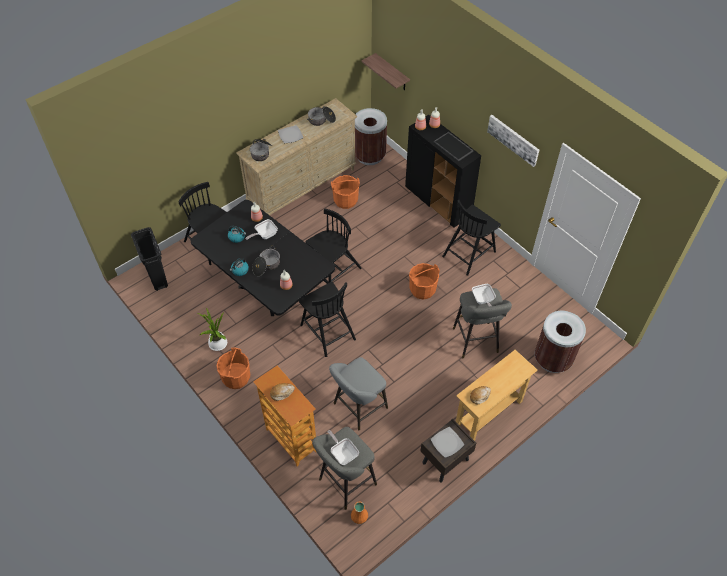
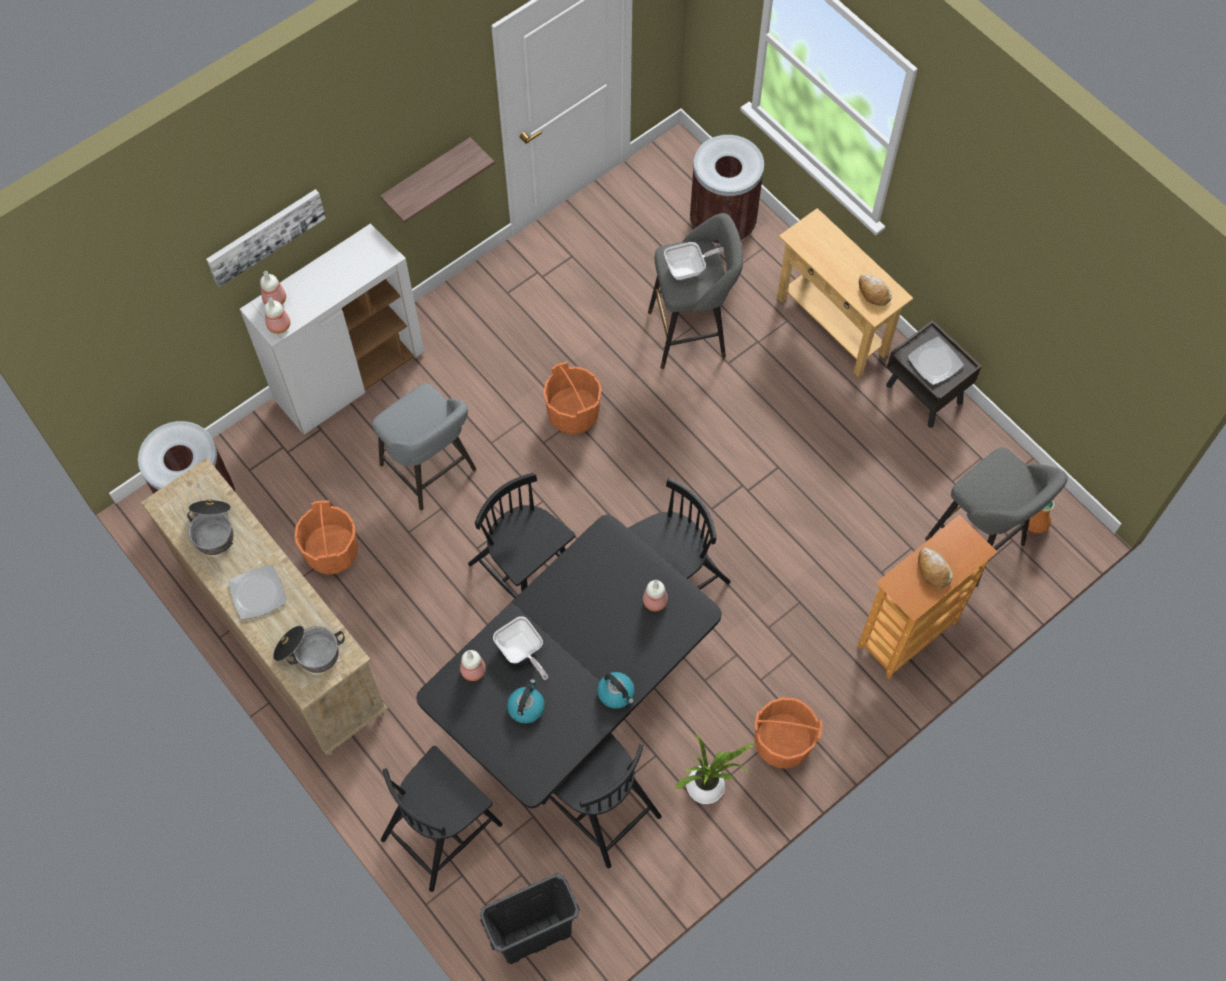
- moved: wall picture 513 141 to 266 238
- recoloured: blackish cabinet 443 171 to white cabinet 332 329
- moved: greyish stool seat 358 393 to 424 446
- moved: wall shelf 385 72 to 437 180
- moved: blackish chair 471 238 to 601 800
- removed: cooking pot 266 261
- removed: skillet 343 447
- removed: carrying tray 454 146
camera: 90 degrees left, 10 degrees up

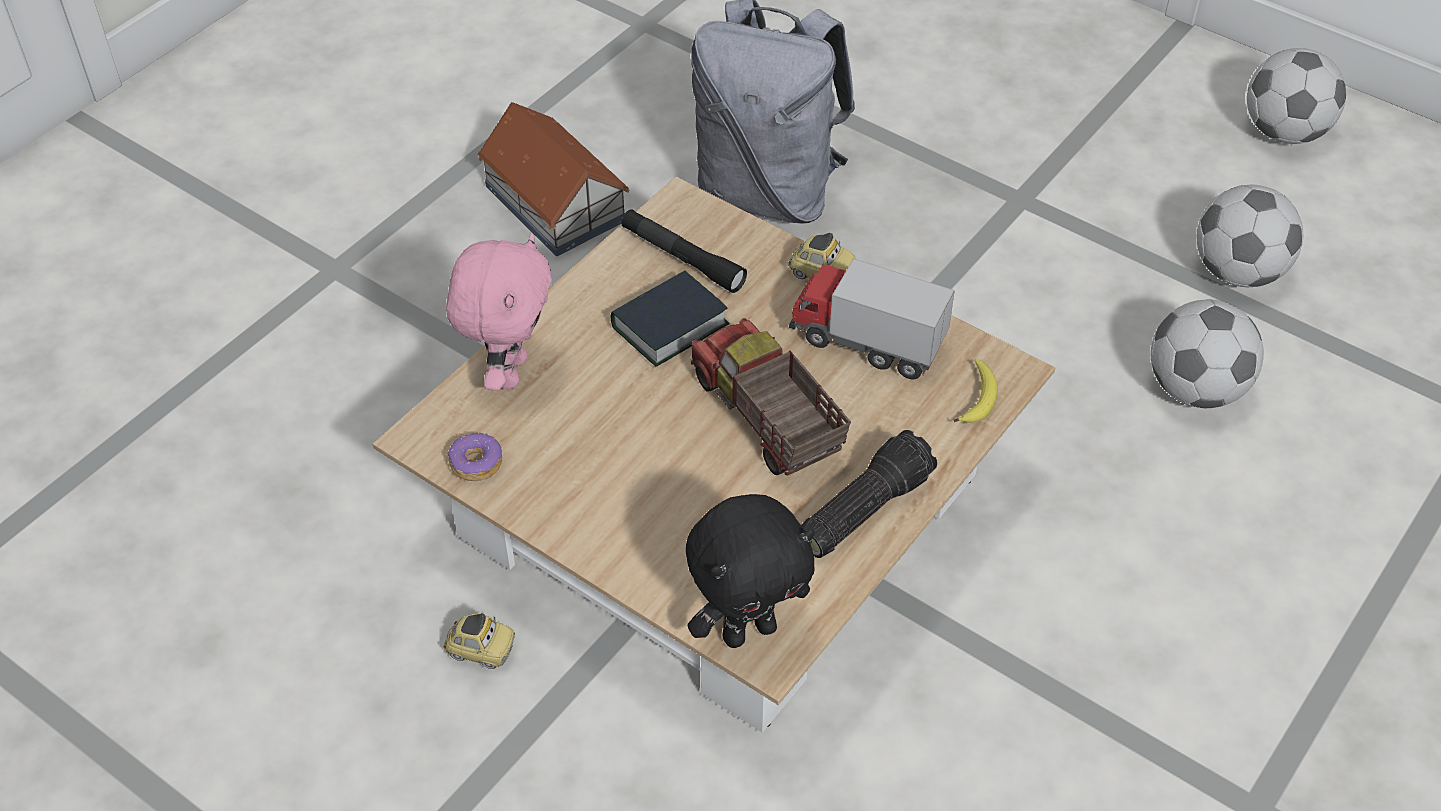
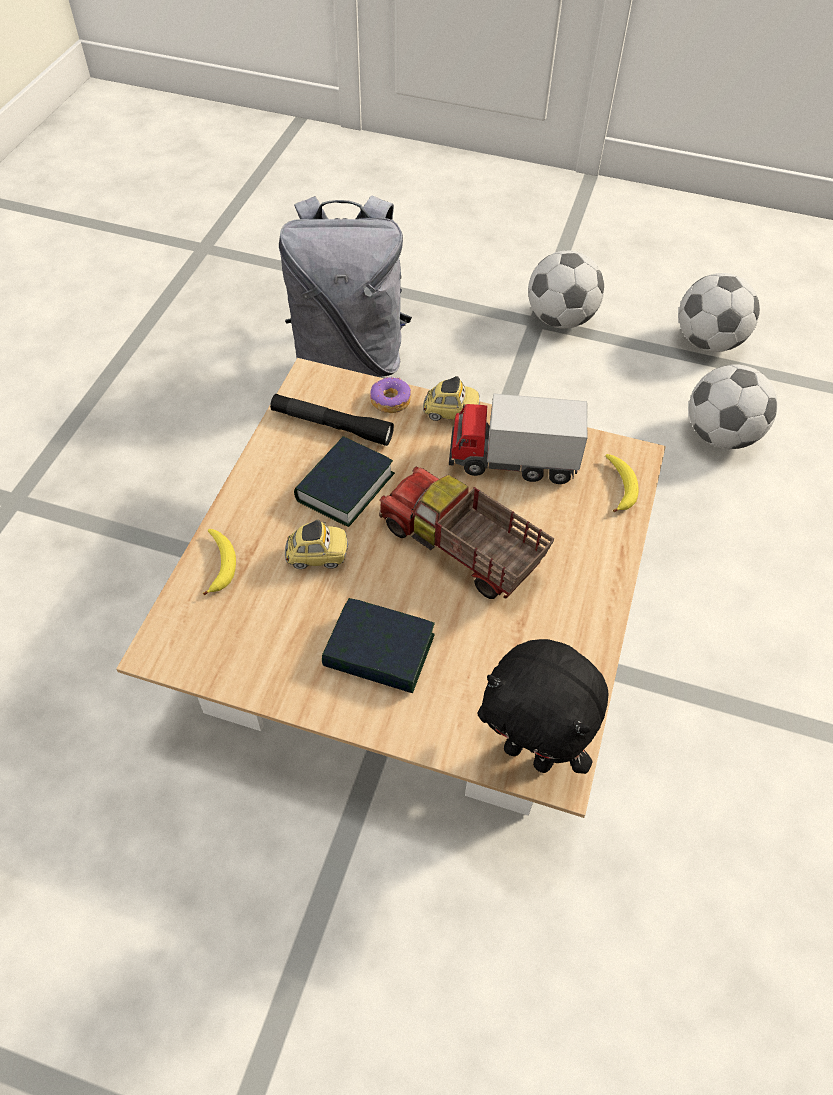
- replaced: pink cuddly toy 499 312 to banana fruit 219 562
- moved: model car 479 641 to 316 544
- added: bound book 378 645
- moved: doughnut 474 456 to 390 395
- turned: blackish cuddly toy 750 571 = 543 706 75 degrees clockwise
- moved: football ball 1296 96 to 566 289
- removed: model house 553 179
- removed: hand torch 869 494
camera: 20 degrees left, 5 degrees up

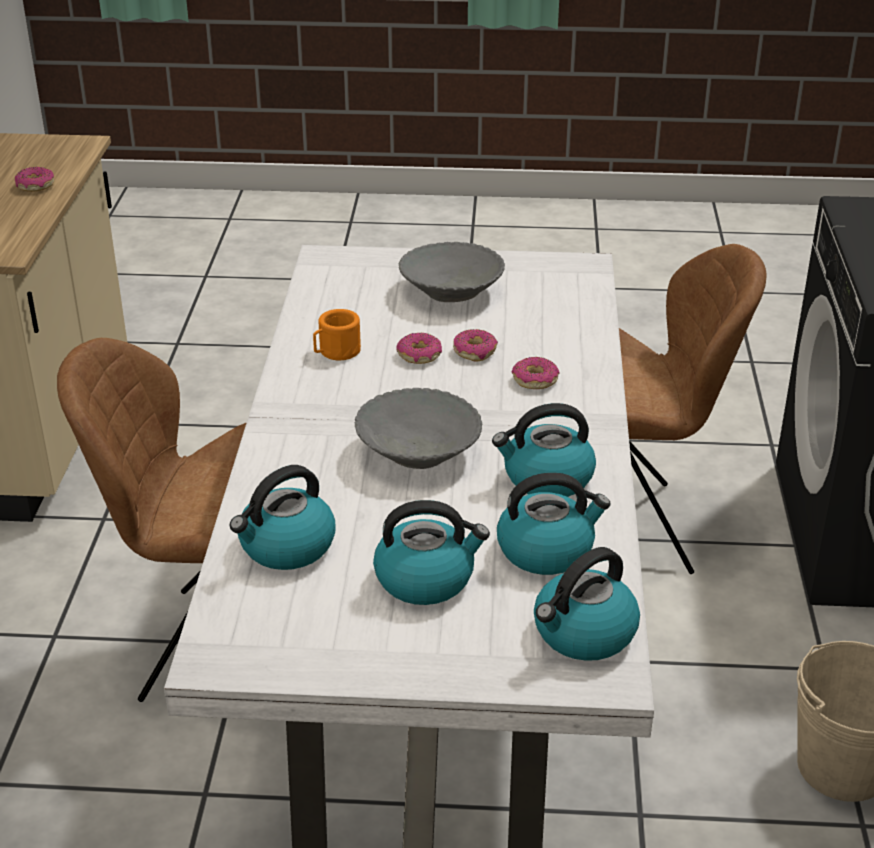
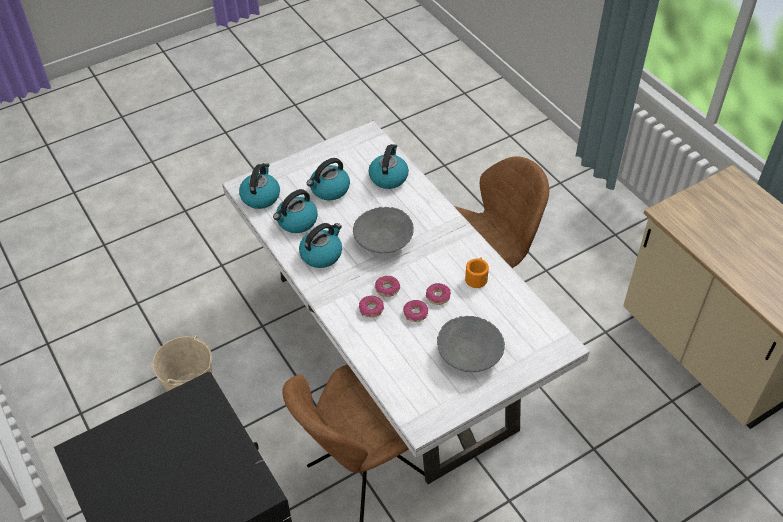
- moved: doughnut 34 179 to 387 286
camera: 145 degrees right, 15 degrees up

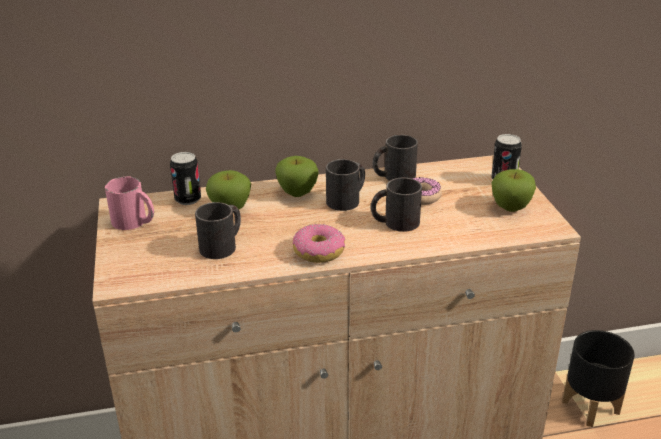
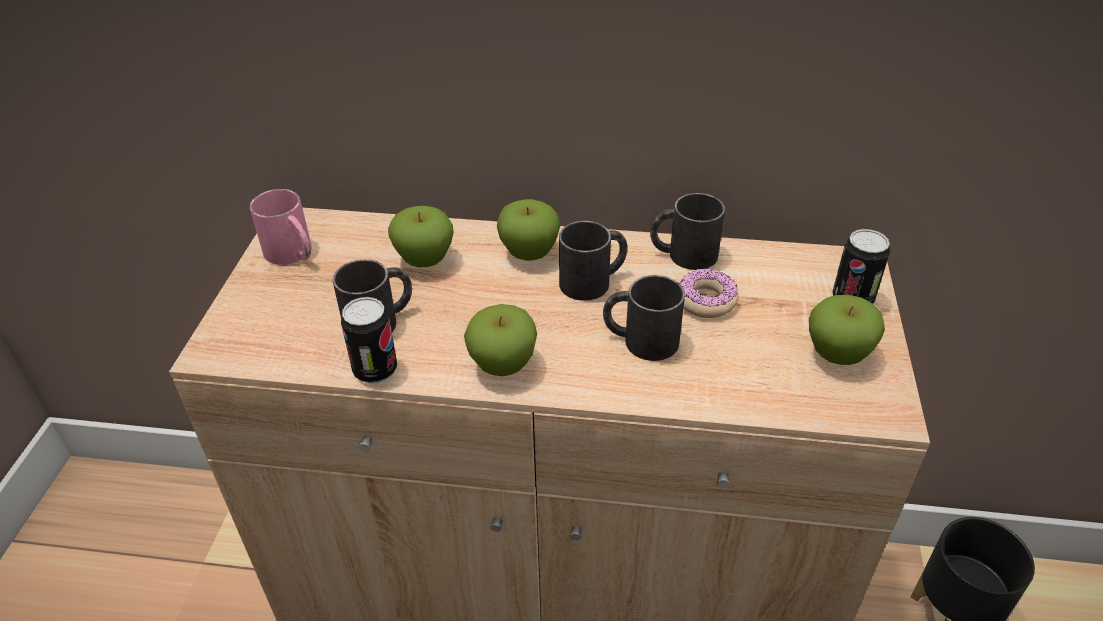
- moved: metal can 185 178 to 369 340
- replaced: doughnut 319 243 to apple 500 340
camera: 20 degrees right, 10 degrees up

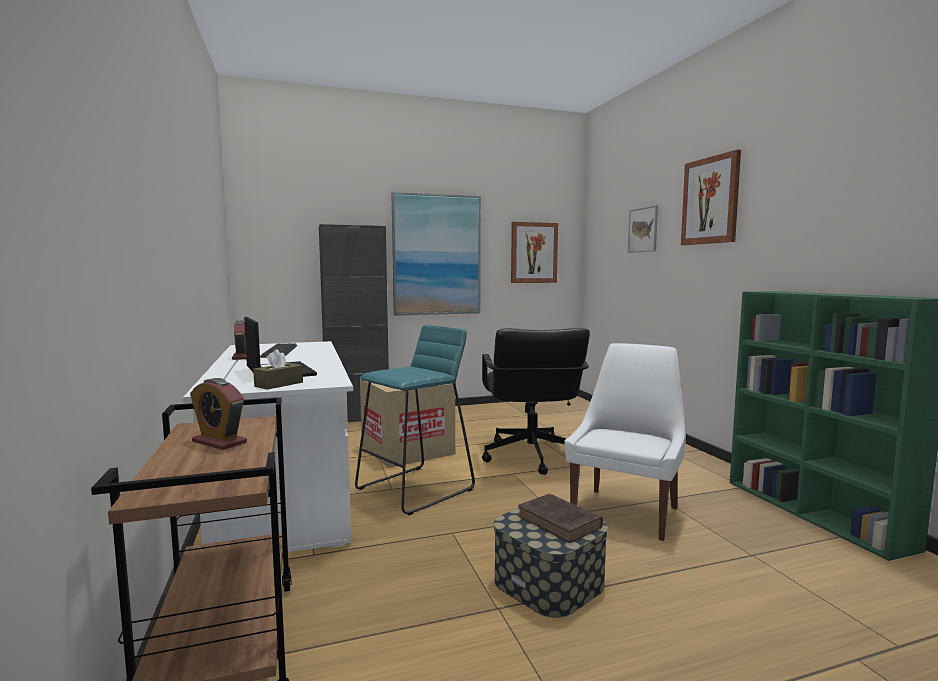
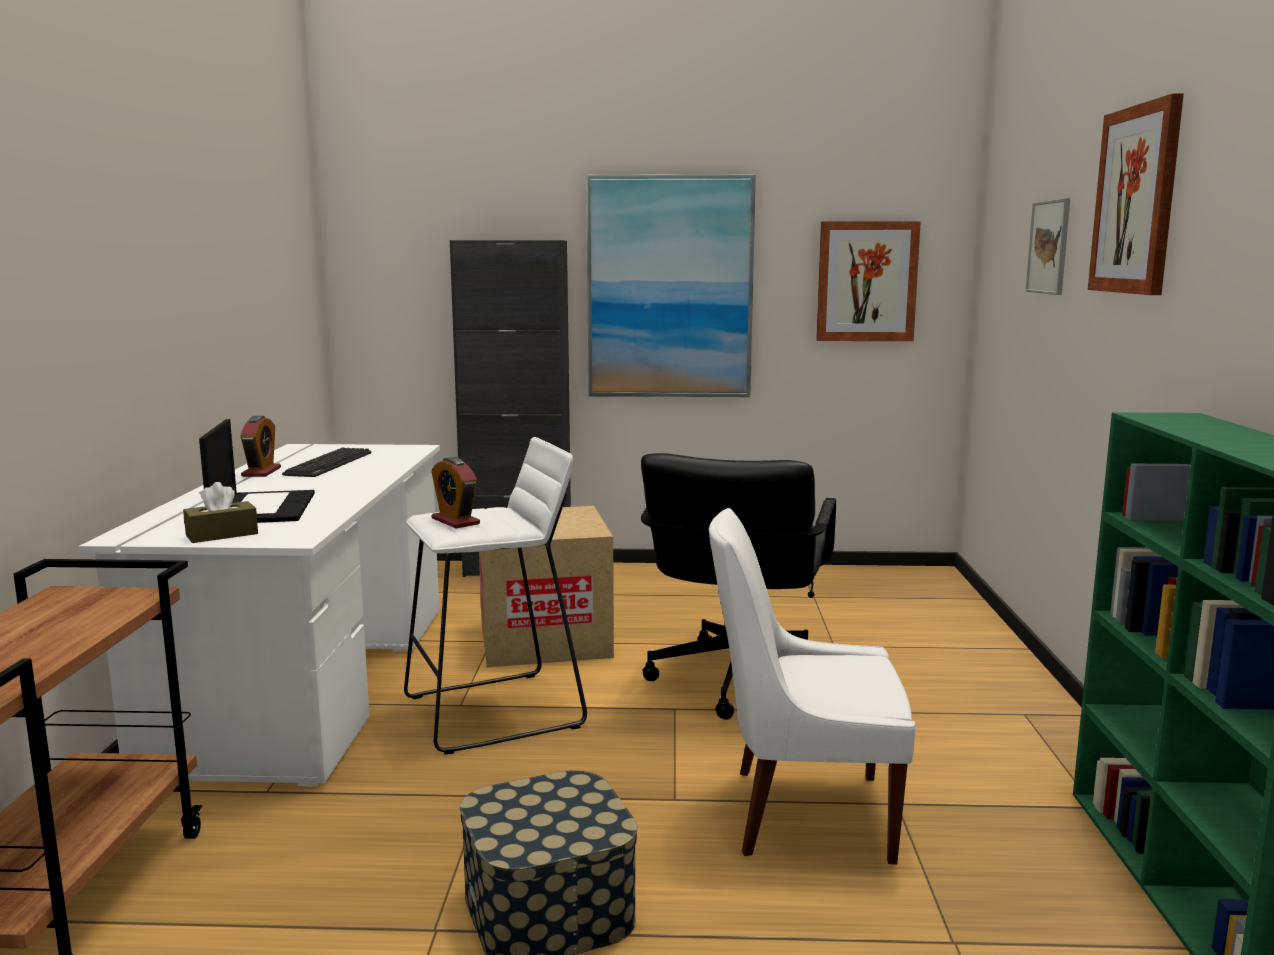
- recoloured: turquoise-coloured stool seat 415 420 to white stool seat 495 595
- moved: bedside clock 218 414 to 455 492
- turned: white chair 625 442 = 812 686 135 degrees counterclockwise
- removed: brown bound book 560 518
camera: 20 degrees right, 5 degrees up

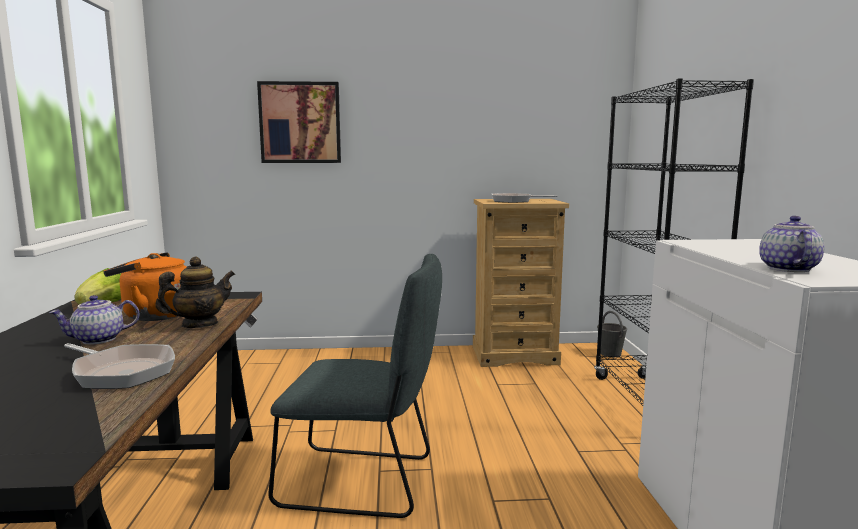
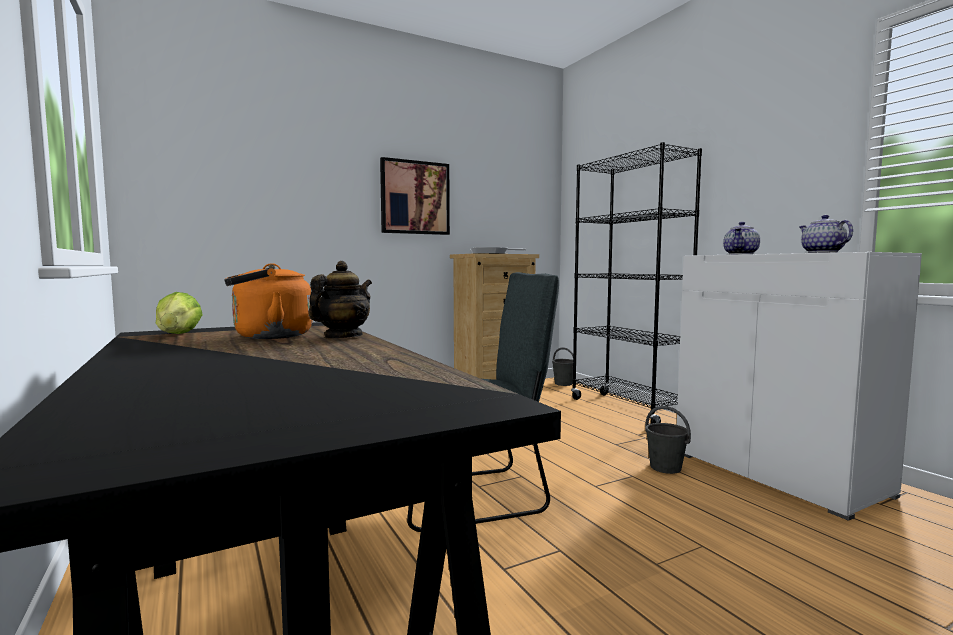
- moved: wall picture 299 122 to 415 196
- added: greyish bucket 668 440
- moved: tea pot 94 320 to 741 238
- removed: skillet 119 366
camera: 25 degrees left, 5 degrees down

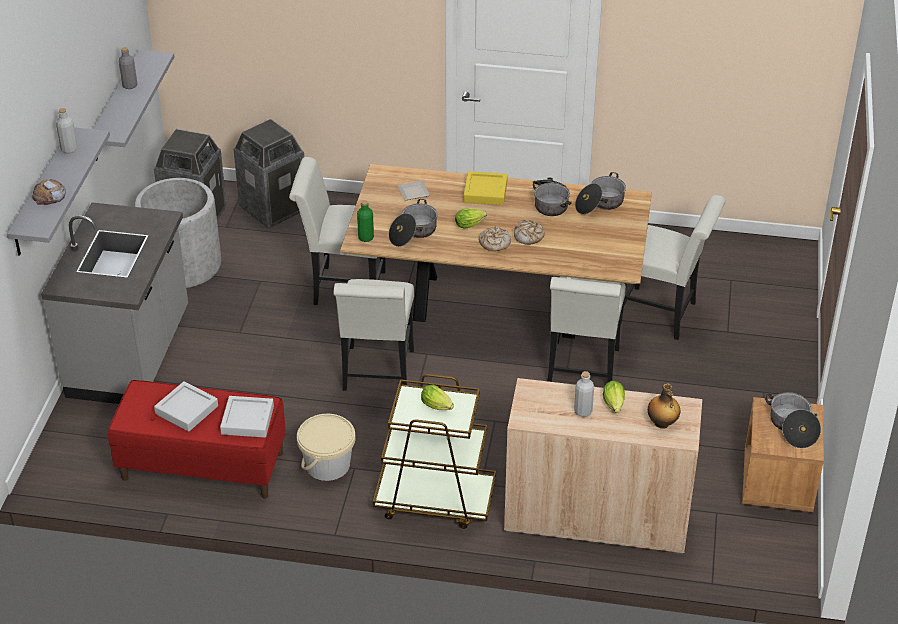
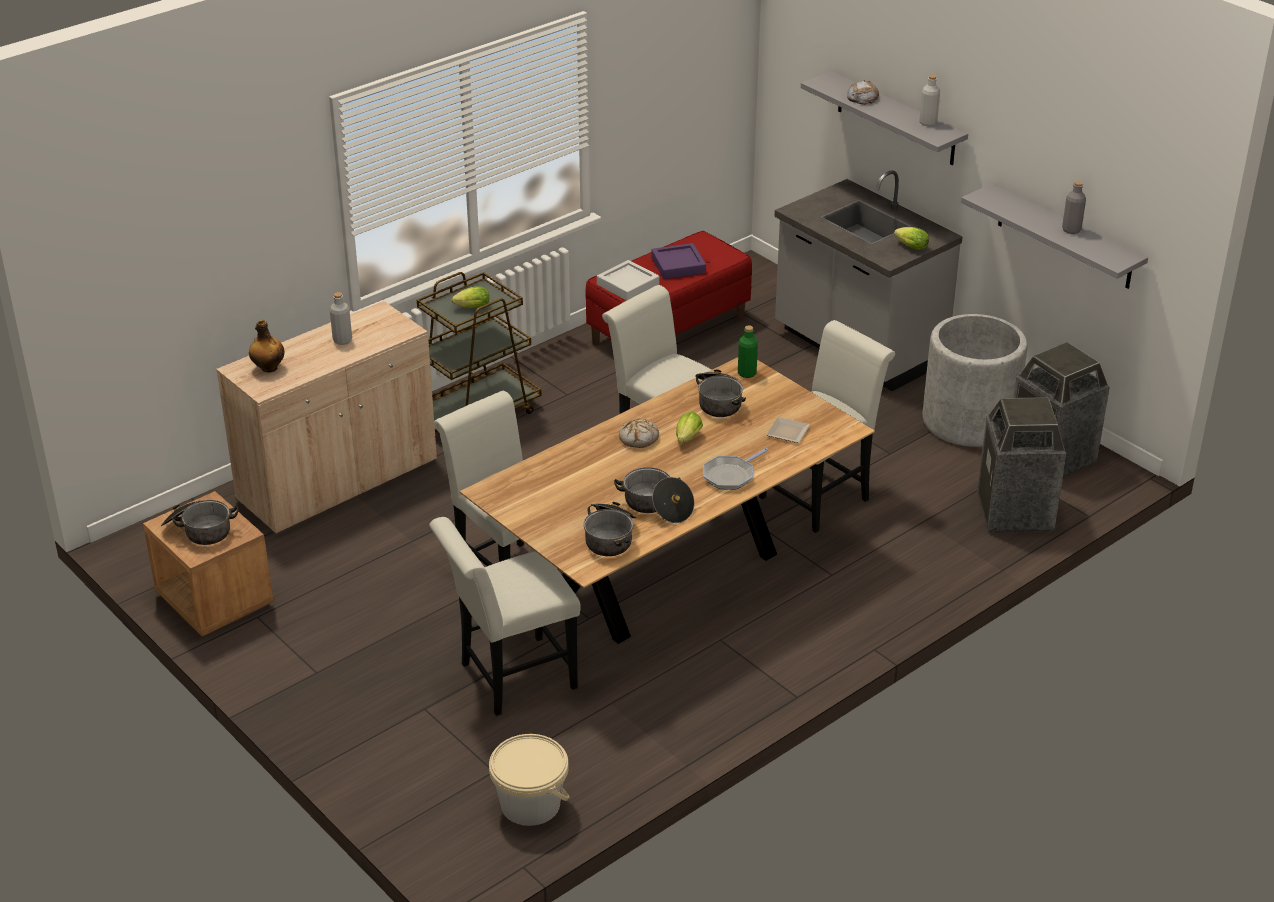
- moved: sand-coloured bucket 326 447 to 529 780
- recoloured: greyish carrying tray 186 406 to purplish carrying tray 679 261
- replaced: yellow carrying tray 486 188 to skillet 735 468
- moved: lettuce head 614 397 to 911 238
- removed: bread 529 232
camera: 130 degrees right, 5 degrees down

